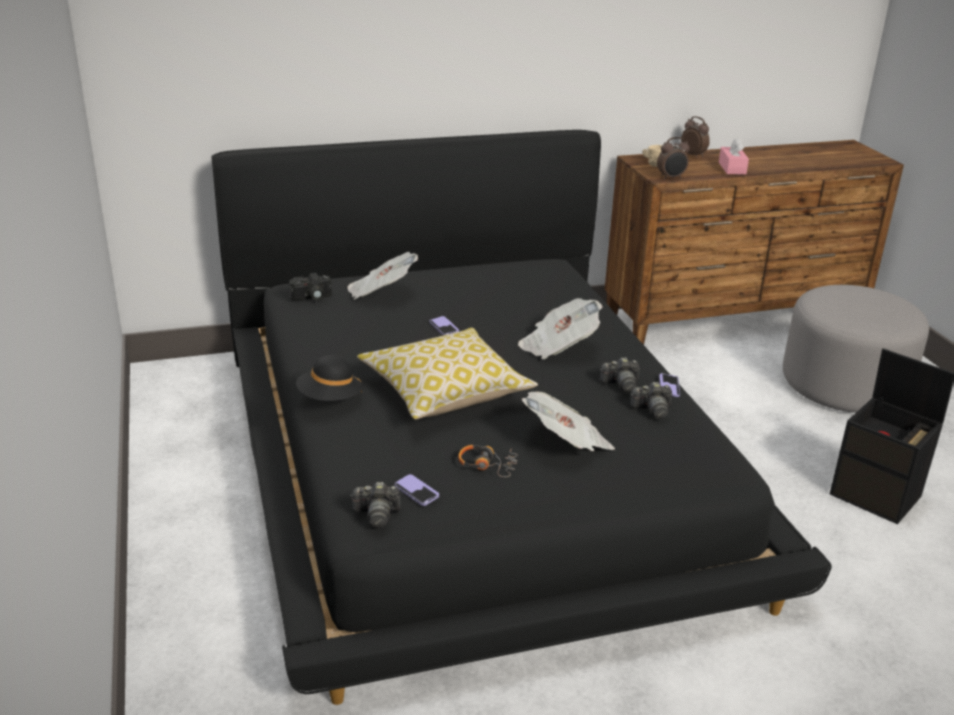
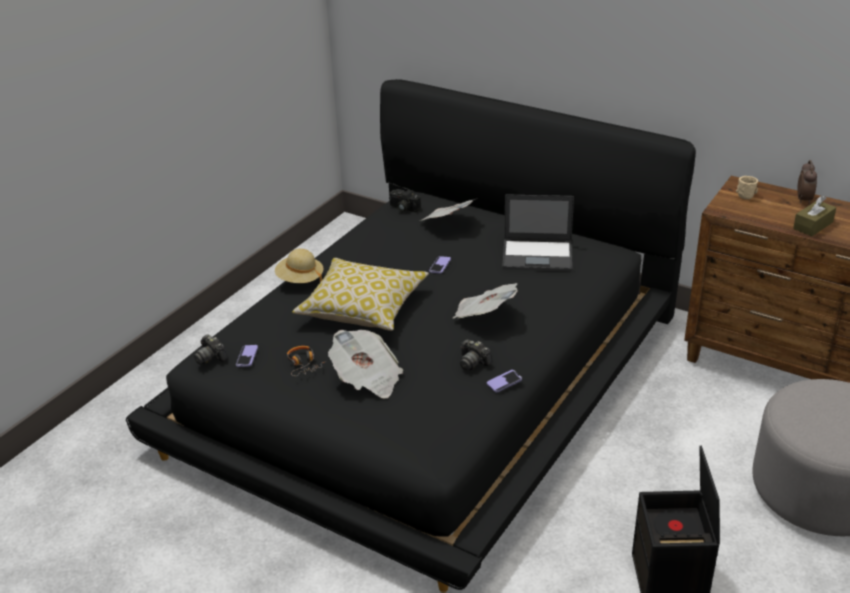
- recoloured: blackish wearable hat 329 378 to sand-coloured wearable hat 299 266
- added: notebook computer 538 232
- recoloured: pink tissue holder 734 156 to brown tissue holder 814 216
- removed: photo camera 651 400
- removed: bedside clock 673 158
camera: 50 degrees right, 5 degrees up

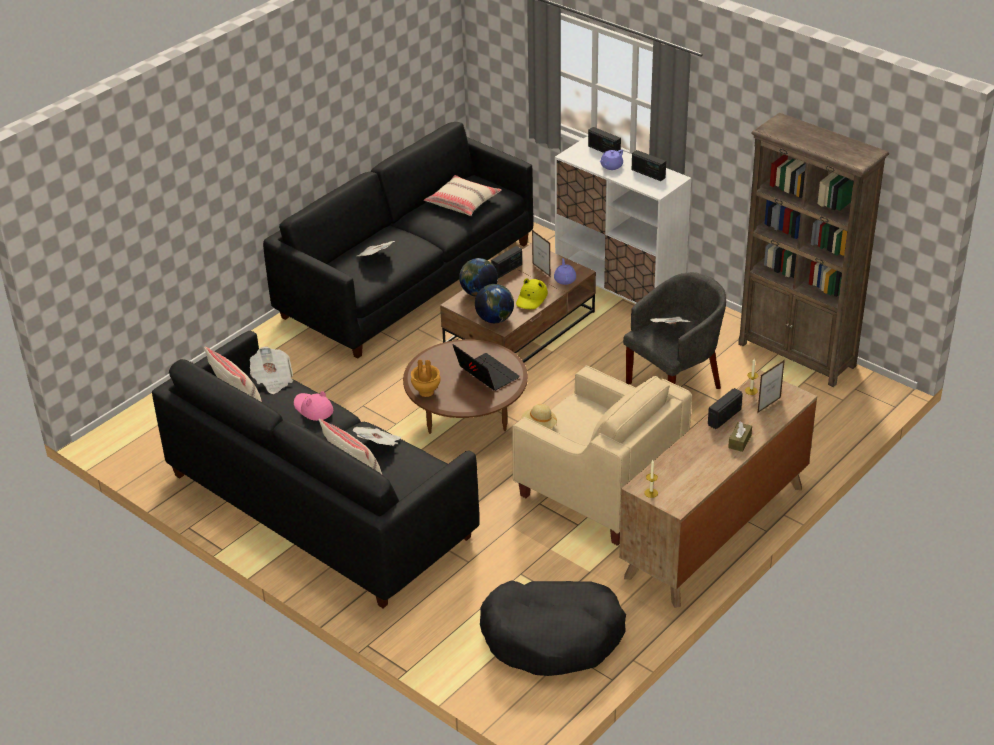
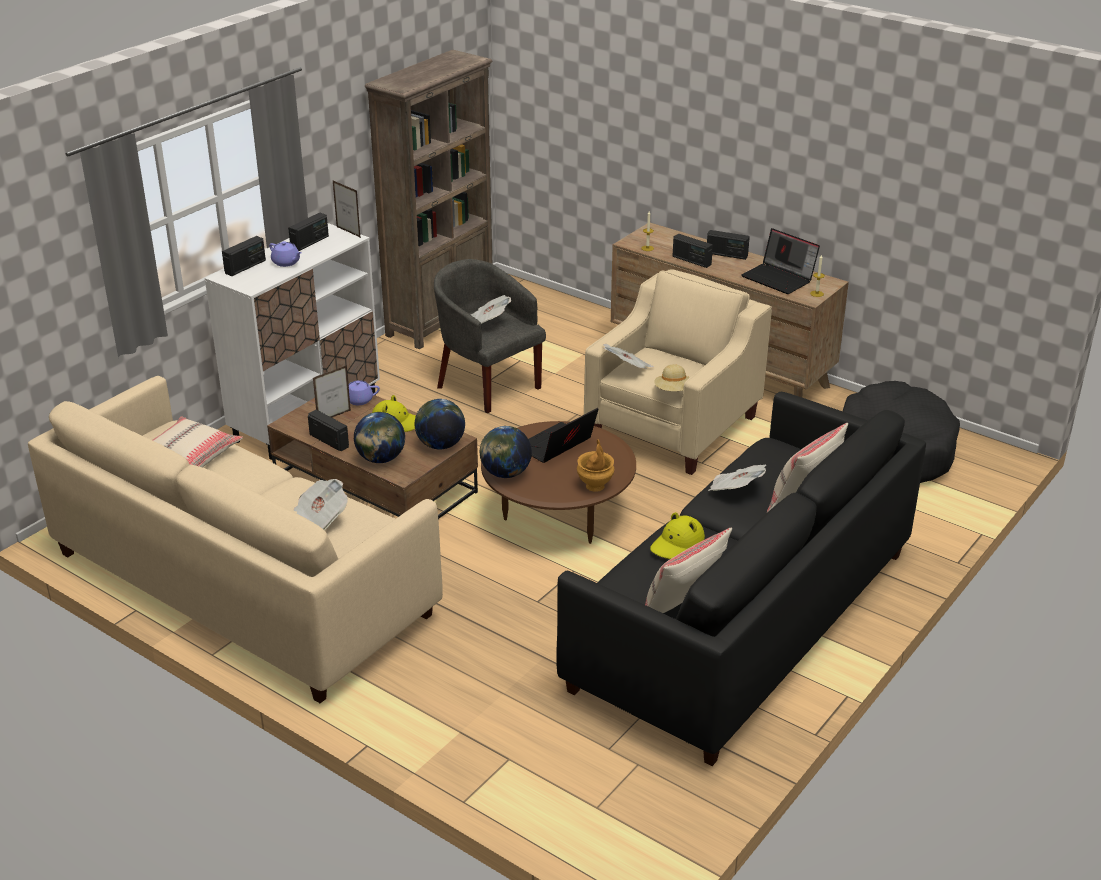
- recoloured: blackish sofa 398 240 to sand-coloured sofa 235 539
- moved: photo frame 771 386 to 347 209
- added: desk globe 506 452
- moved: printed paper 271 370 to 628 356
- recoloured: pink wearable hat 313 406 to yellow wearable hat 677 535
- replaced: brown tissue holder 740 436 to radio set 728 245
- added: notebook computer 781 261
camera: 95 degrees left, 5 degrees down

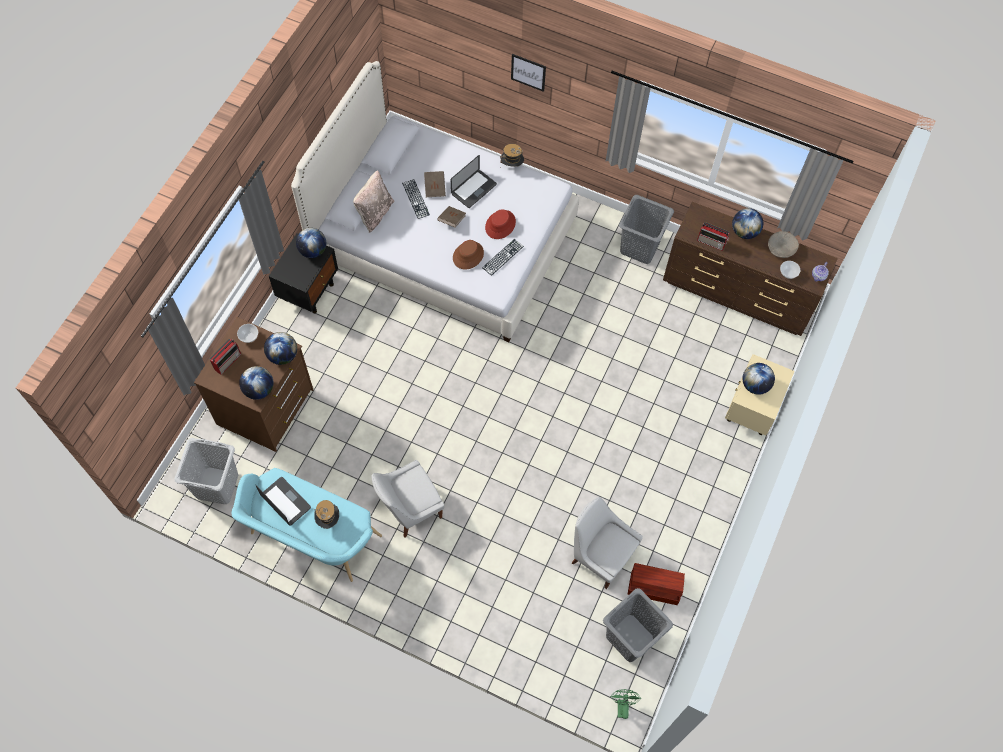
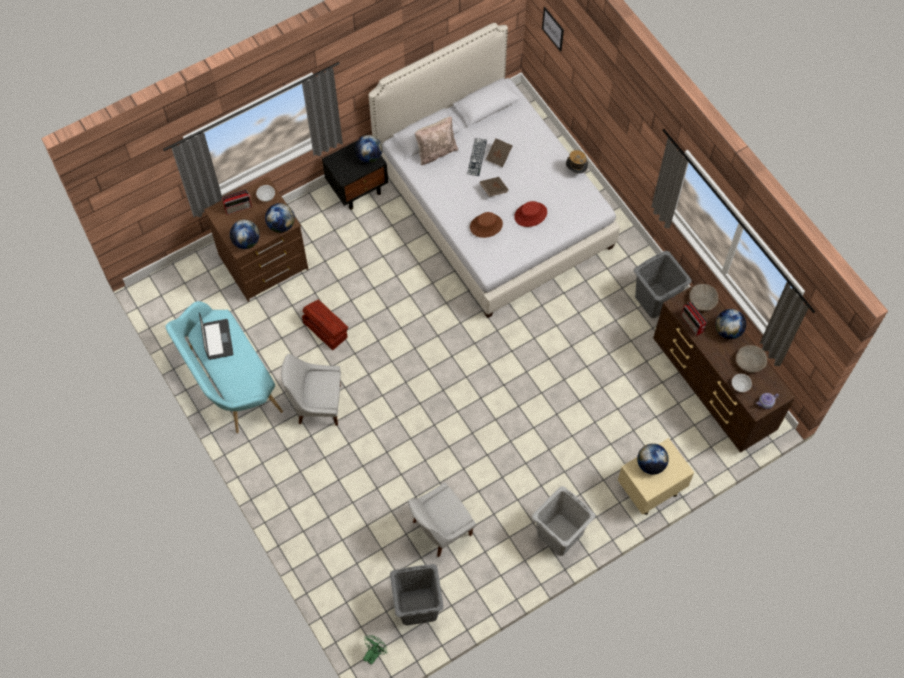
- moved: brown storage bin 656 584 to 325 324
- turned: white chair 607 543 = 442 519 105 degrees counterclockwise
- moved: greyish hamper 206 471 to 563 521
- moved: wall picture 528 73 to 553 29
- added: sand-coloured serving bowl 703 297
- removed: wearable hat 326 514
- removed: notebook computer 474 181
- removed: PC keyboard 503 257
camera: 35 degrees right, 0 degrees up

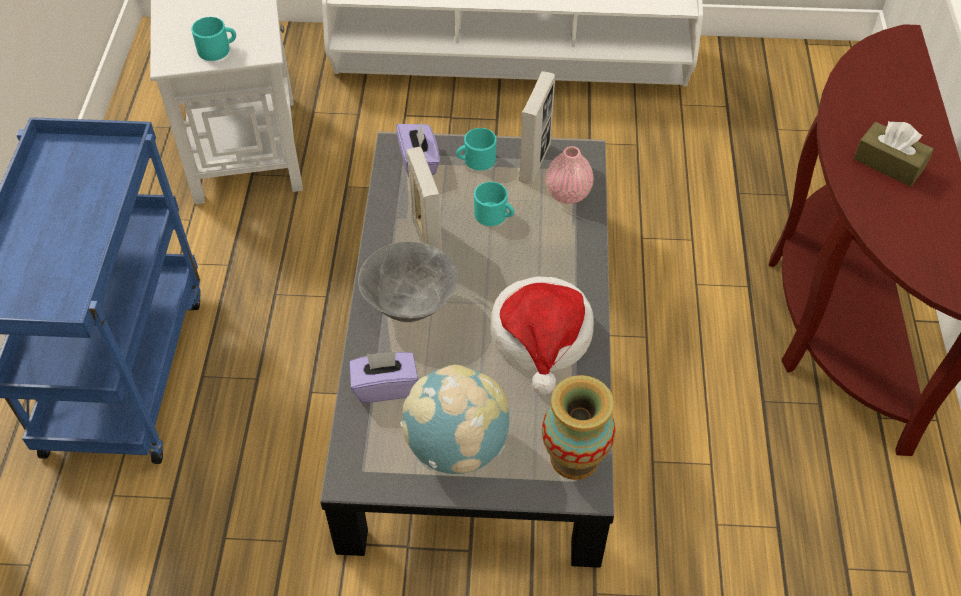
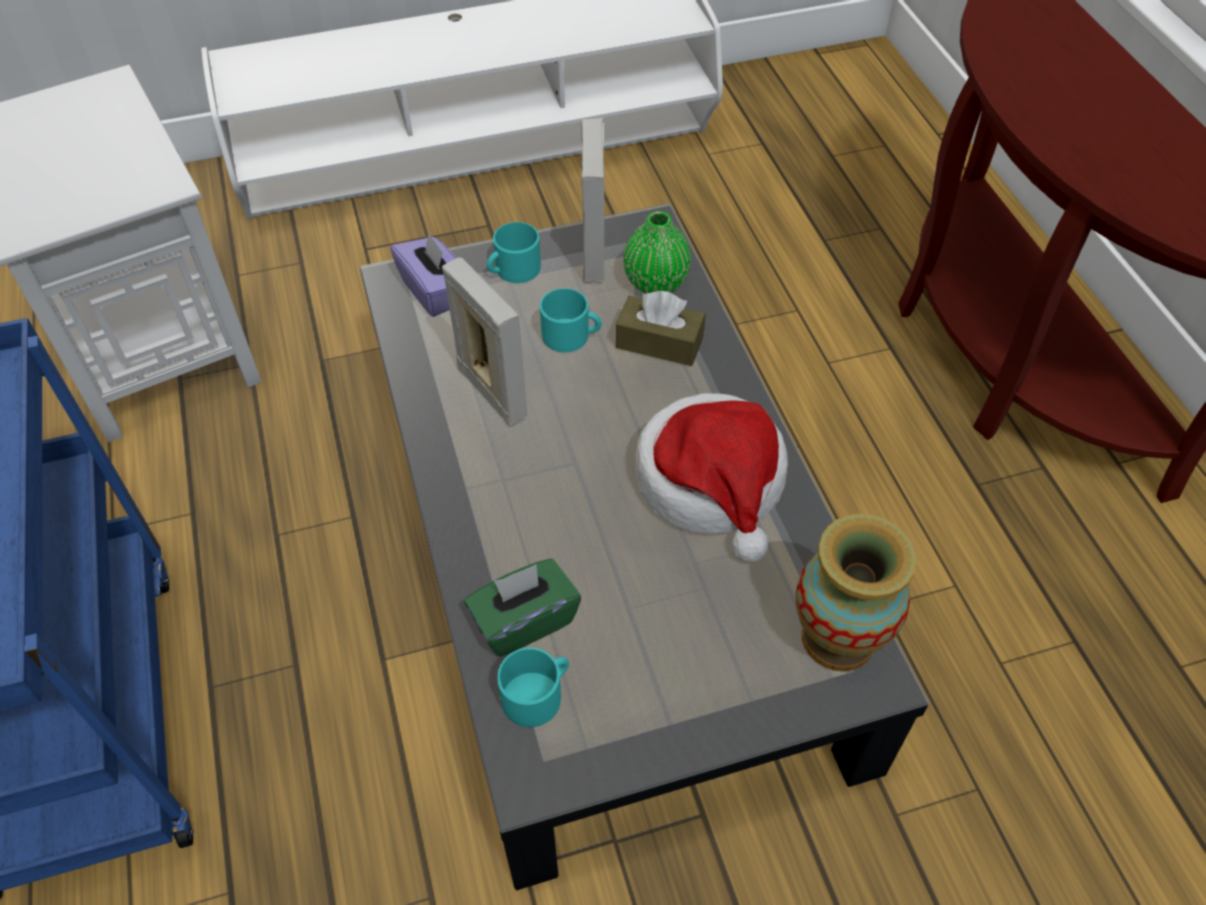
- recoloured: purplish tissue holder 383 377 to green-coloured tissue holder 523 608
- moved: turquoise-coloured tea mug 213 39 to 533 687
- moved: brown tissue holder 893 154 to 661 328
- recoloured: pink decorative vase 569 175 to green-coloured decorative vase 657 252
- removed: greyish serving bowl 408 281
- removed: desk globe 454 419
camera: 20 degrees left, 0 degrees up

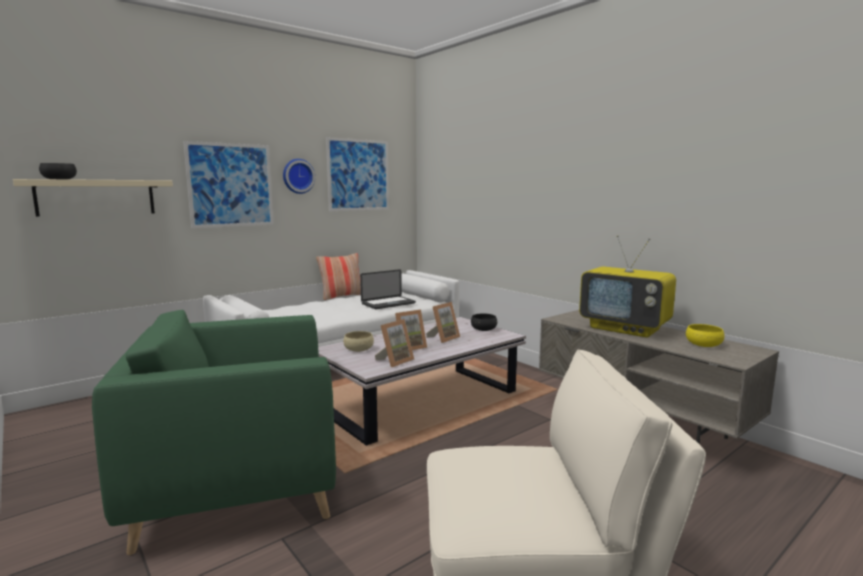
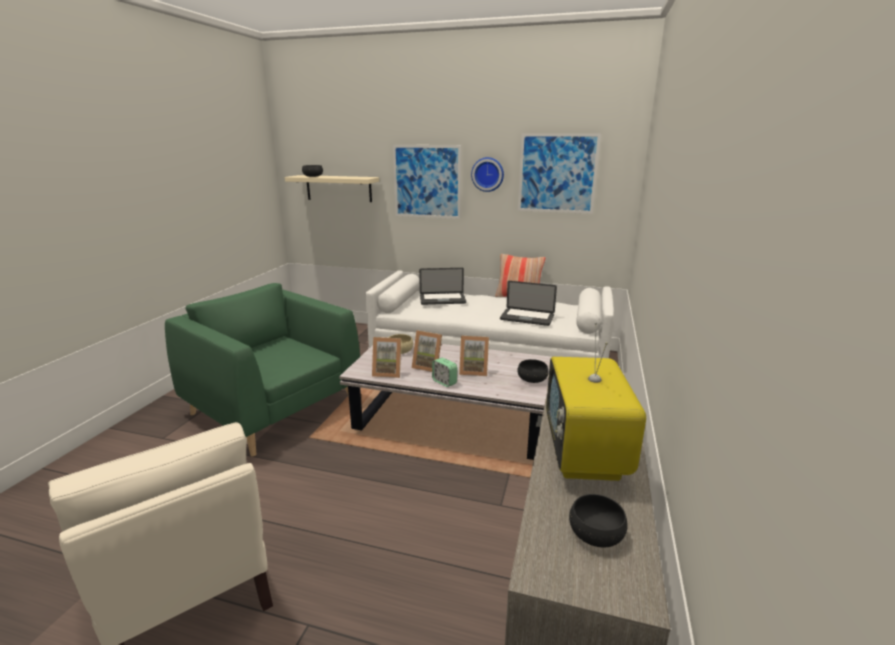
- added: notebook computer 442 286
- added: bedside clock 445 372
- recoloured: yellow serving bowl 705 335 to blackish serving bowl 598 520
camera: 55 degrees right, 10 degrees up

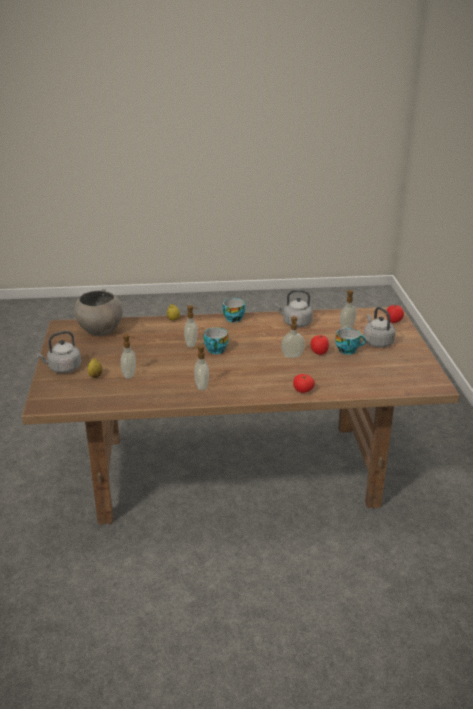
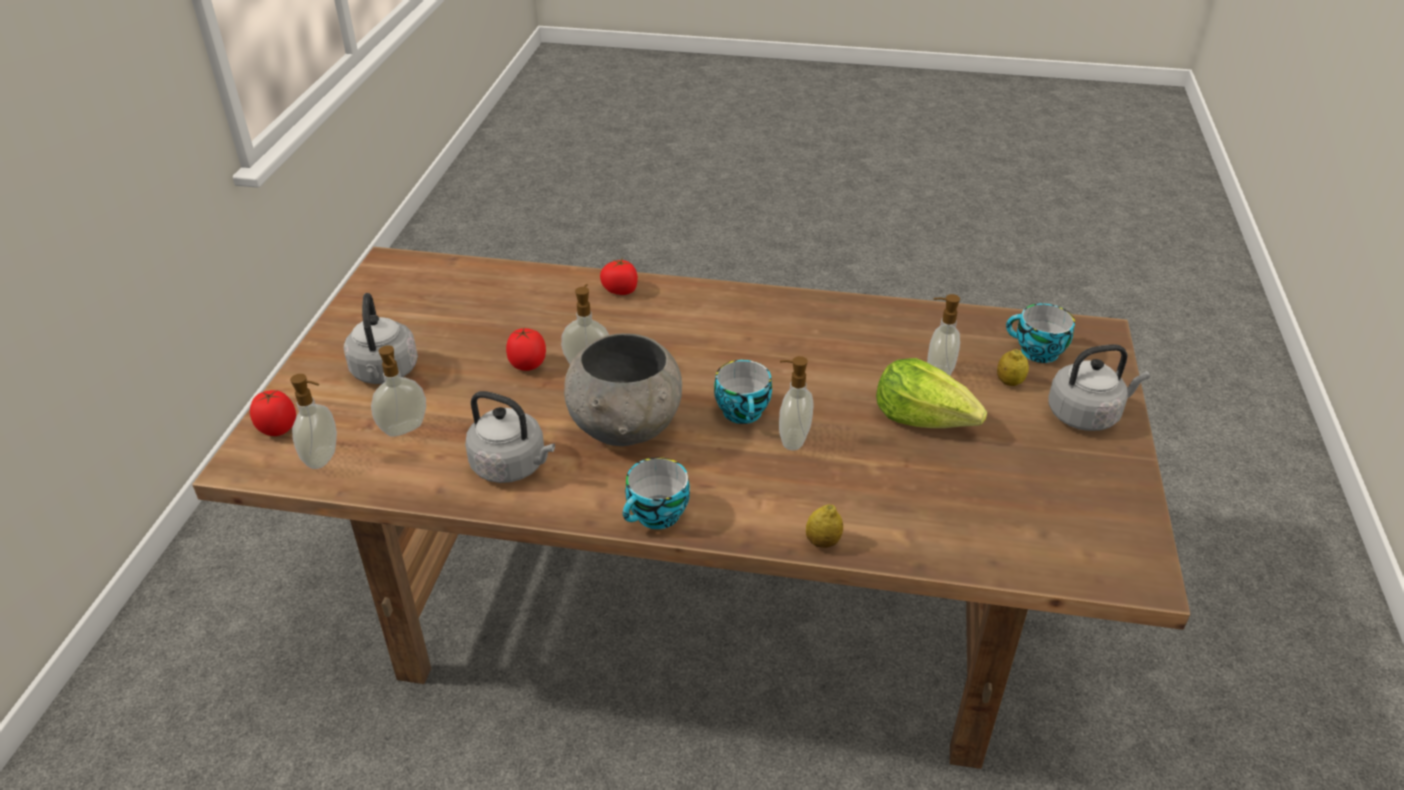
- moved: soap dispenser 200 367 to 313 421
- moved: greyish serving bowl 98 312 to 623 389
- added: lettuce head 931 393
- moved: small cup 350 341 to 1040 333
camera: 165 degrees left, 10 degrees up

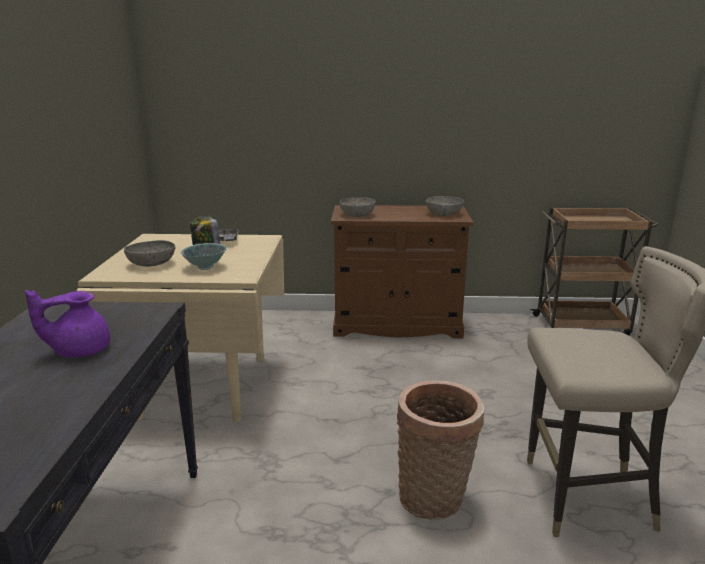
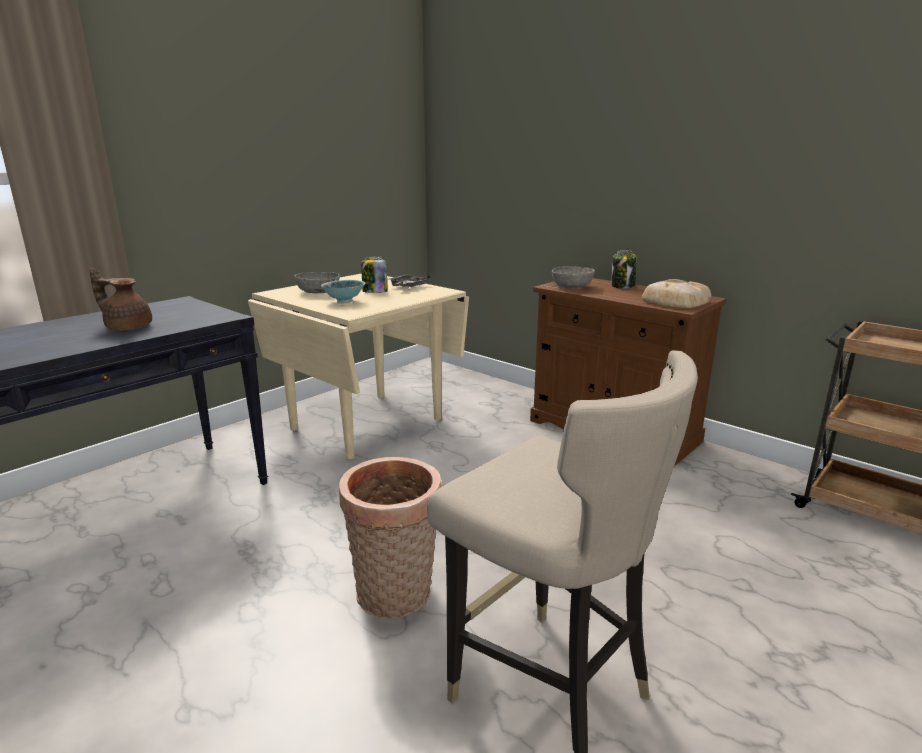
- recoloured: purplish tea pot 67 323 to brown tea pot 120 299
- added: preserve jar 624 269
- replaced: greyish serving bowl 445 206 to bread 677 293
camera: 40 degrees right, 0 degrees up

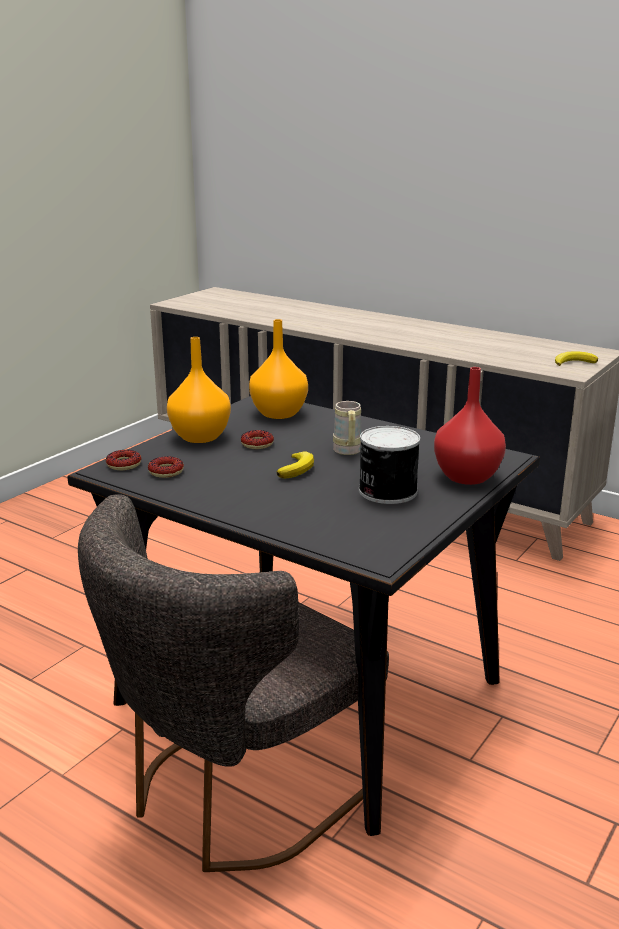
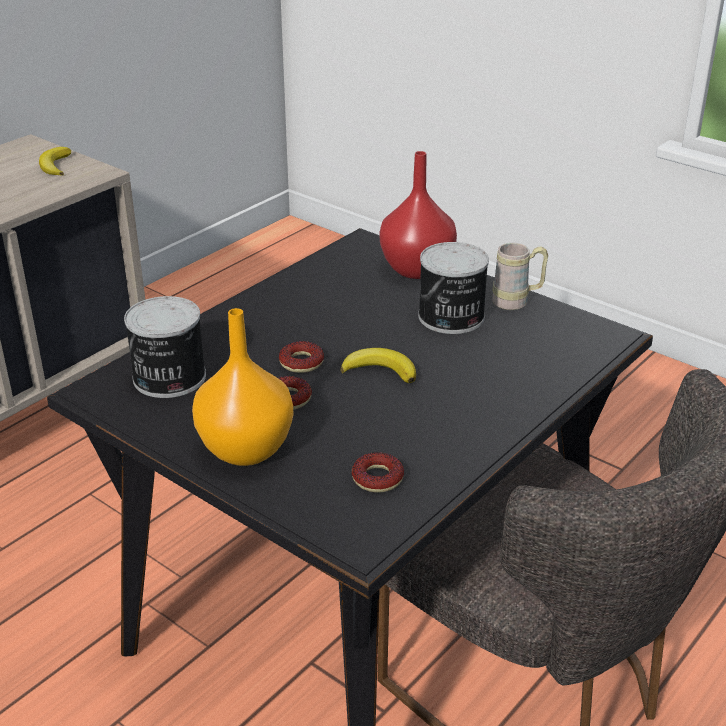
- replaced: orange-coloured decorative vase 278 369 to metal can 165 347
- moved: doughnut 124 460 to 301 357
- moved: sand-coloured tea mug 347 428 to 520 276
camera: 85 degrees left, 10 degrees up

